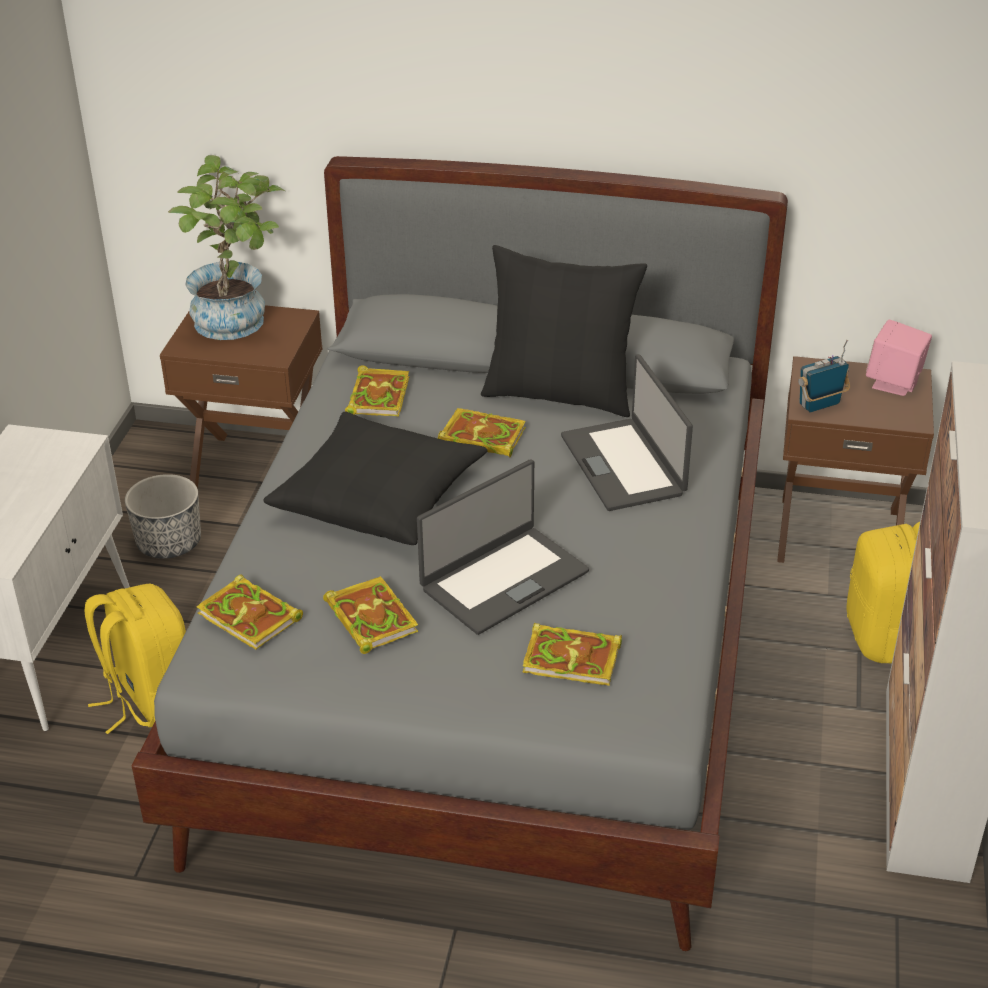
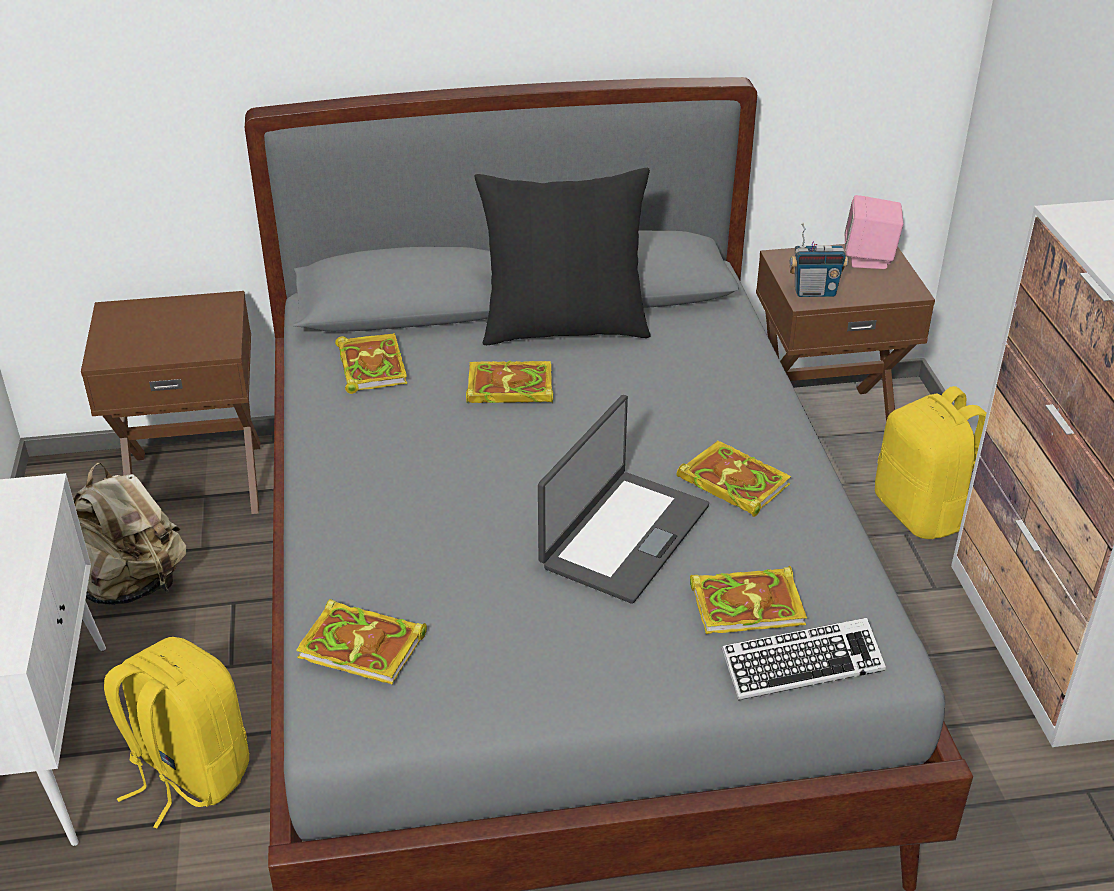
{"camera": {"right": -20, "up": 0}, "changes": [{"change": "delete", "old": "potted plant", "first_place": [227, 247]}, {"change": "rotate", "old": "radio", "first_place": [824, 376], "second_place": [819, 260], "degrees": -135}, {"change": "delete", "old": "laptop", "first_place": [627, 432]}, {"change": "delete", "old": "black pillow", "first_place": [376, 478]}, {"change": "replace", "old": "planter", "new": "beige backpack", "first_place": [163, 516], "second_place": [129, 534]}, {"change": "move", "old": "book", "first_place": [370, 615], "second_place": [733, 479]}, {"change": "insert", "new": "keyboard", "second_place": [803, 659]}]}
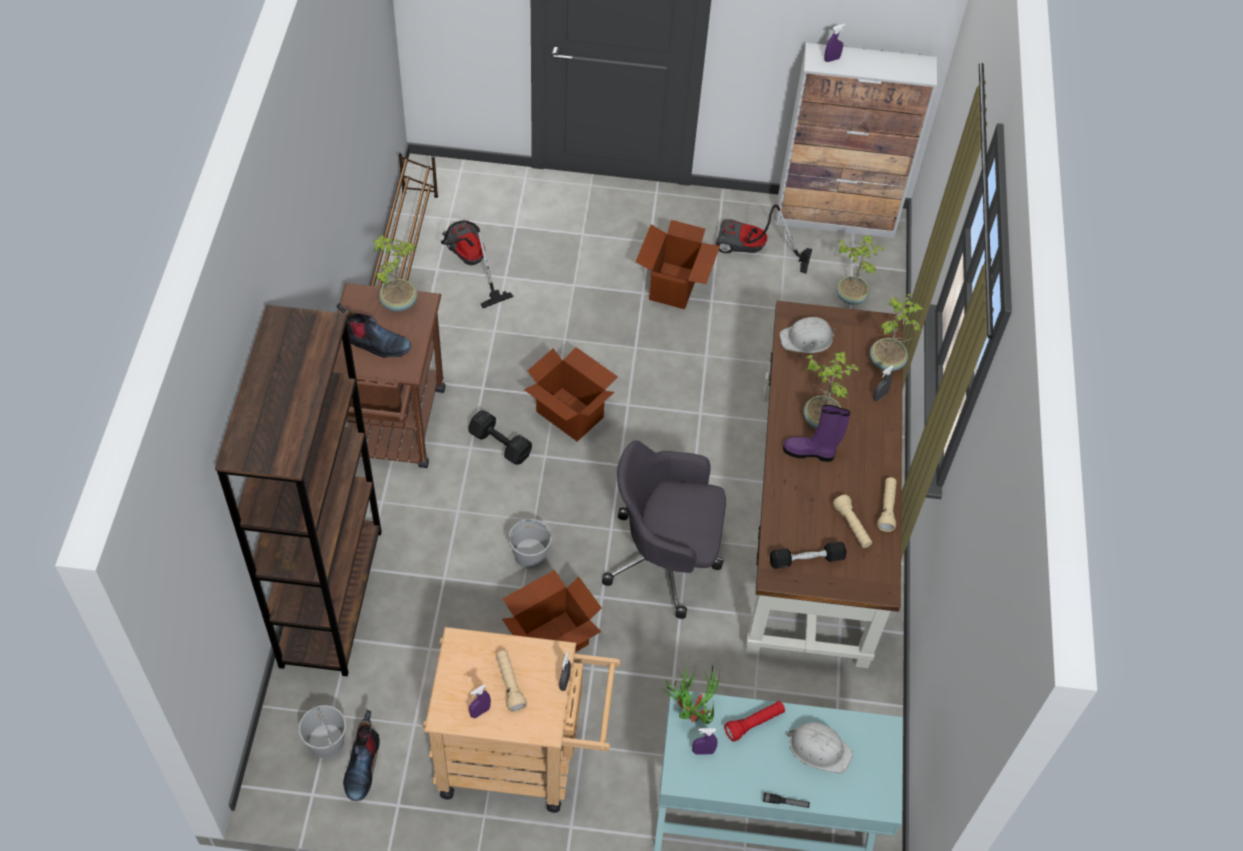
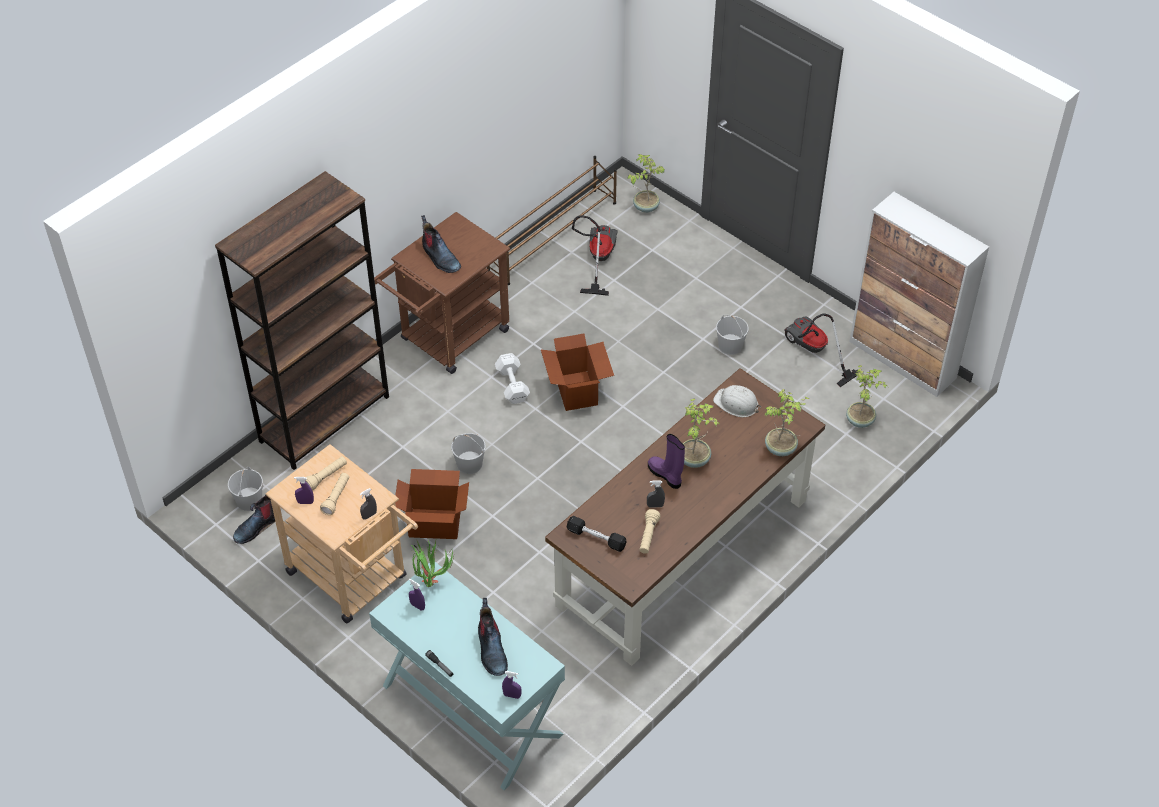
{"camera": {"right": 40, "up": -5}, "changes": [{"change": "move", "old": "purple spray bottle", "first_place": [835, 43], "second_place": [512, 685]}, {"change": "replace", "old": "cardboard box", "new": "white bucket", "first_place": [678, 264], "second_place": [732, 335]}, {"change": "move", "old": "potted plant", "first_place": [394, 273], "second_place": [646, 183]}, {"change": "move", "old": "grey spray bottle", "first_place": [883, 383], "second_place": [656, 494]}, {"change": "recolor", "old": "black dumbbell", "new": "white dumbbell", "first_place": [500, 437], "second_place": [512, 378]}, {"change": "delete", "old": "grey office chair", "first_place": [664, 529]}, {"change": "move", "old": "beige flashlight", "first_place": [887, 504], "second_place": [326, 473]}, {"change": "delete", "old": "red flashlight", "first_place": [754, 721]}, {"change": "replace", "old": "white hard hat", "new": "boot", "first_place": [820, 747], "second_place": [493, 637]}]}
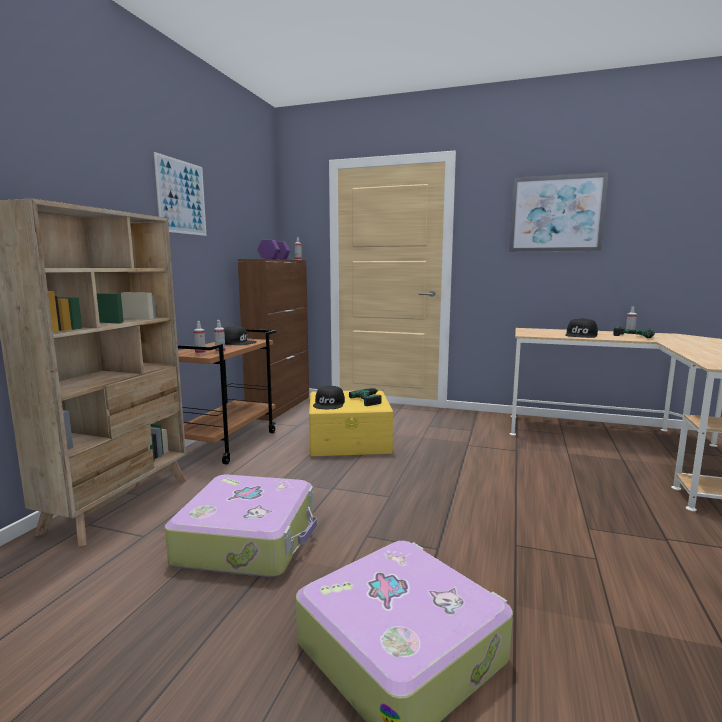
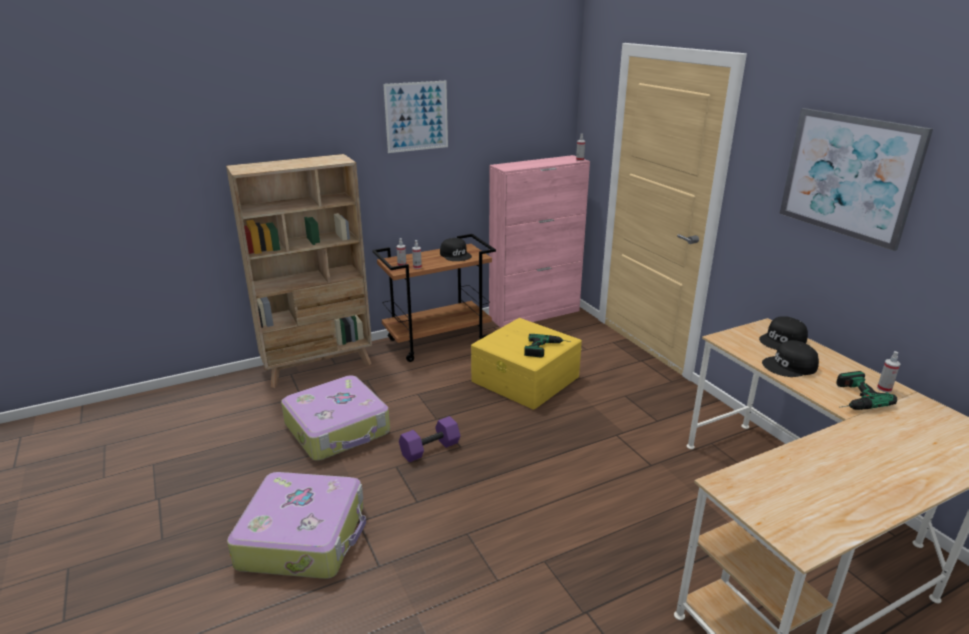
{"camera": {"right": 45, "up": 15}, "changes": [{"change": "move", "old": "purple dumbbell", "first_place": [273, 250], "second_place": [430, 439]}, {"change": "recolor", "old": "brown cabinet", "new": "pink cabinet", "first_place": [273, 340], "second_place": [539, 241]}, {"change": "move", "old": "black cap", "first_place": [329, 397], "second_place": [783, 333]}]}
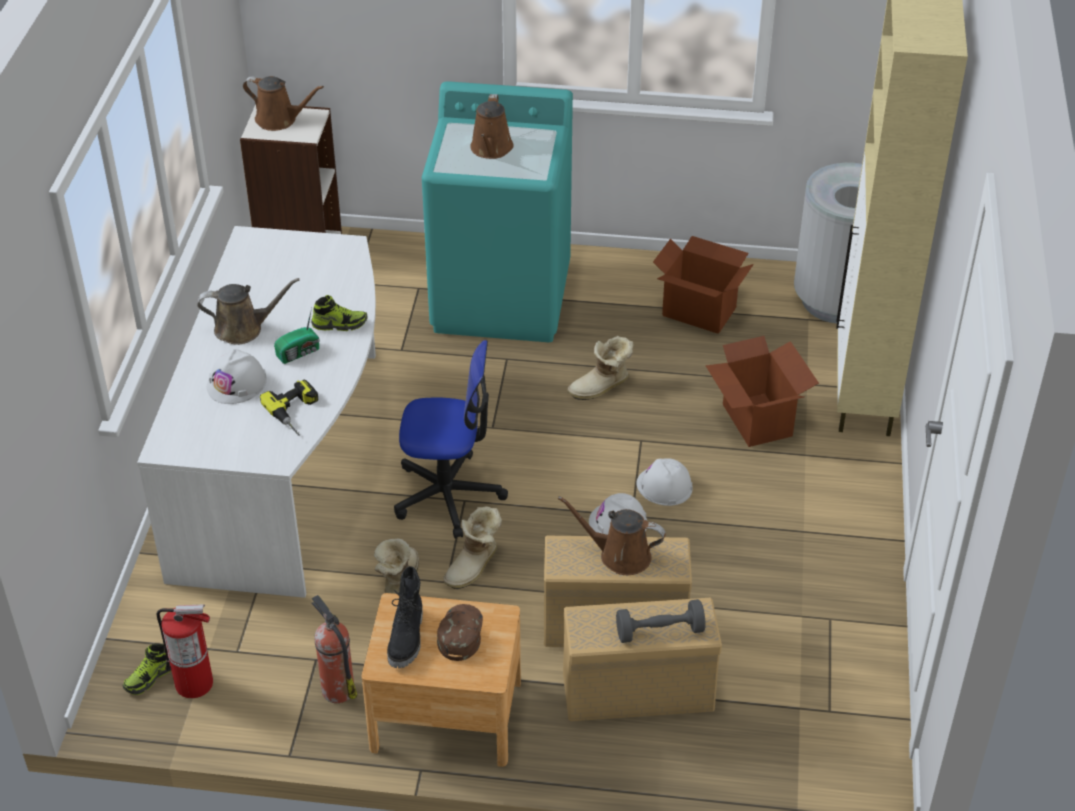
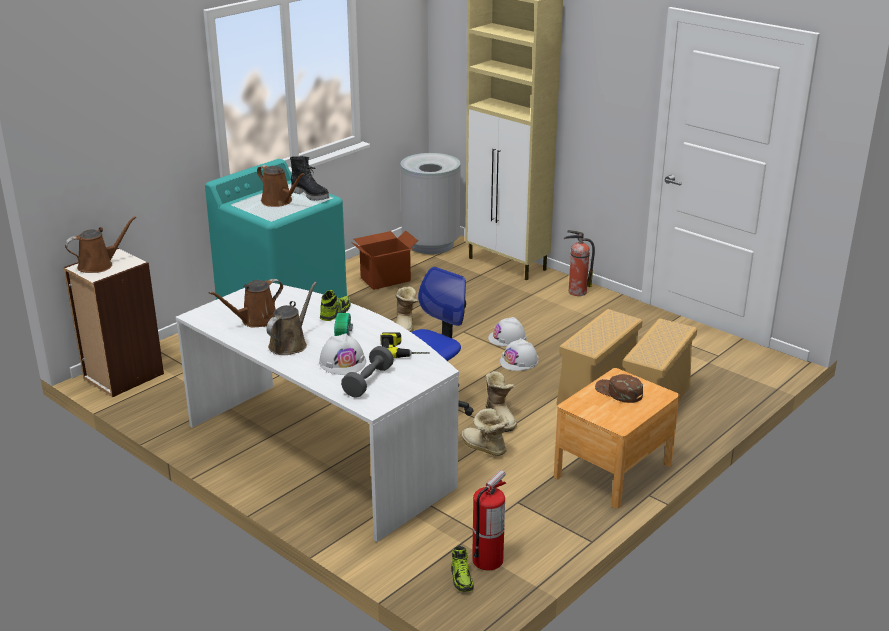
{"camera": {"right": -55, "up": -15}, "changes": [{"change": "delete", "old": "cardboard box", "first_place": [762, 391]}, {"change": "move", "old": "brown watering can", "first_place": [612, 535], "second_place": [245, 303]}, {"change": "move", "old": "black boot", "first_place": [405, 617], "second_place": [309, 178]}, {"change": "move", "old": "fire extinguisher", "first_place": [334, 649], "second_place": [579, 263]}, {"change": "move", "old": "grey dumbbell", "first_place": [661, 621], "second_place": [367, 372]}]}
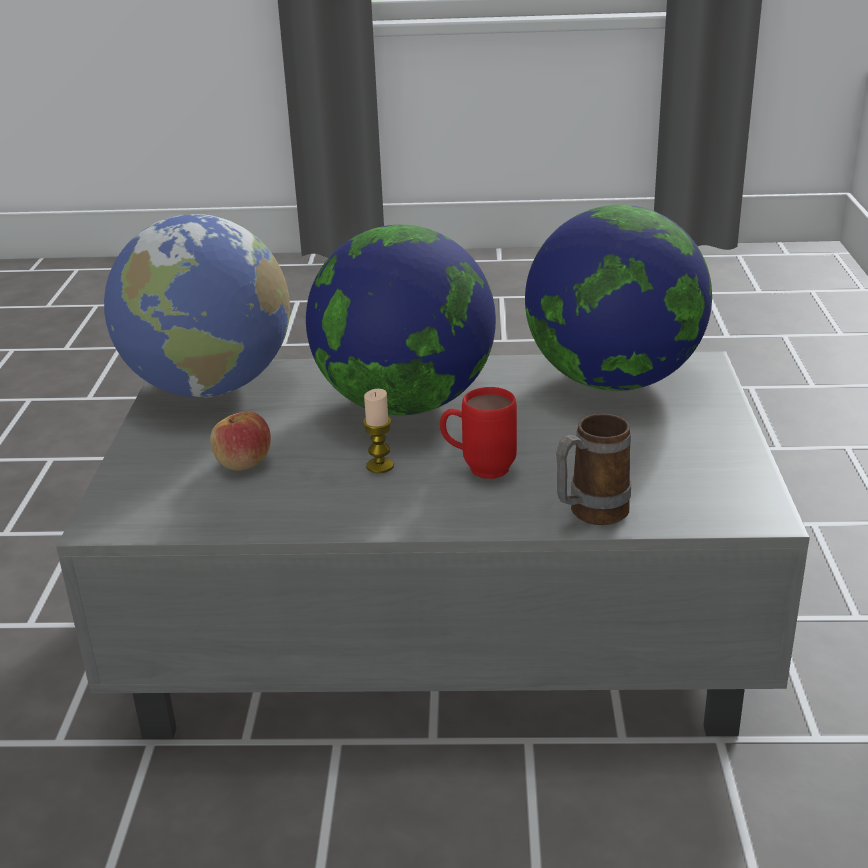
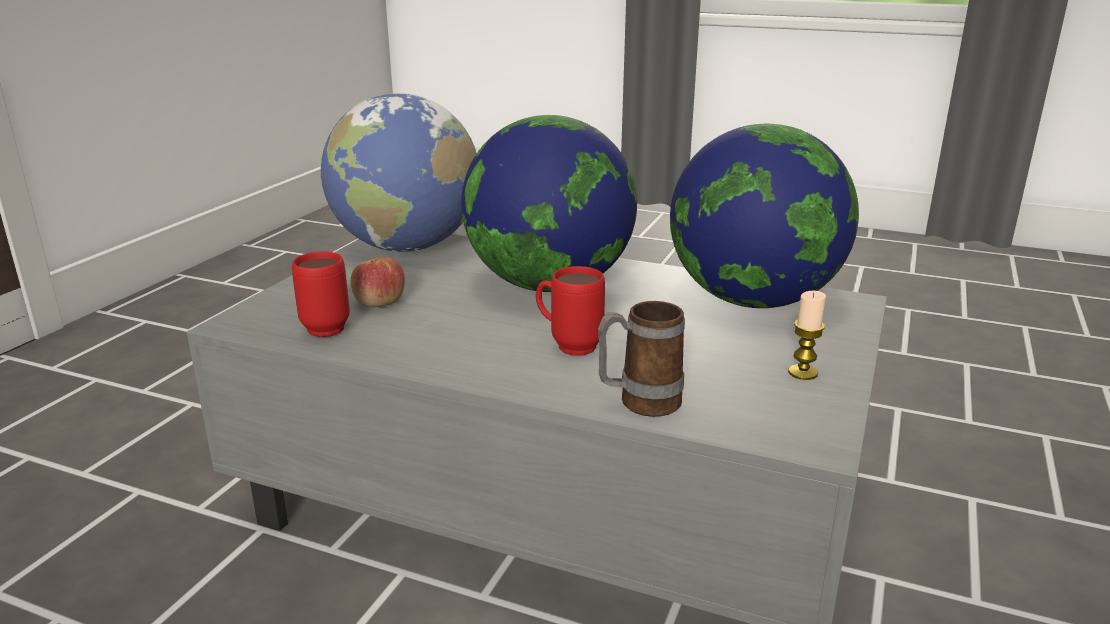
{"camera": {"right": 20, "up": -5}, "changes": [{"change": "move", "old": "candle", "first_place": [378, 431], "second_place": [807, 335]}, {"change": "insert", "new": "red mug", "second_place": [321, 294]}]}
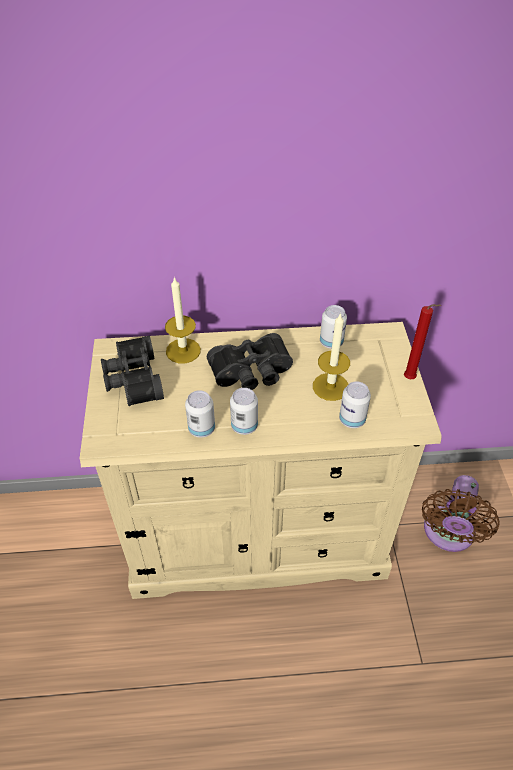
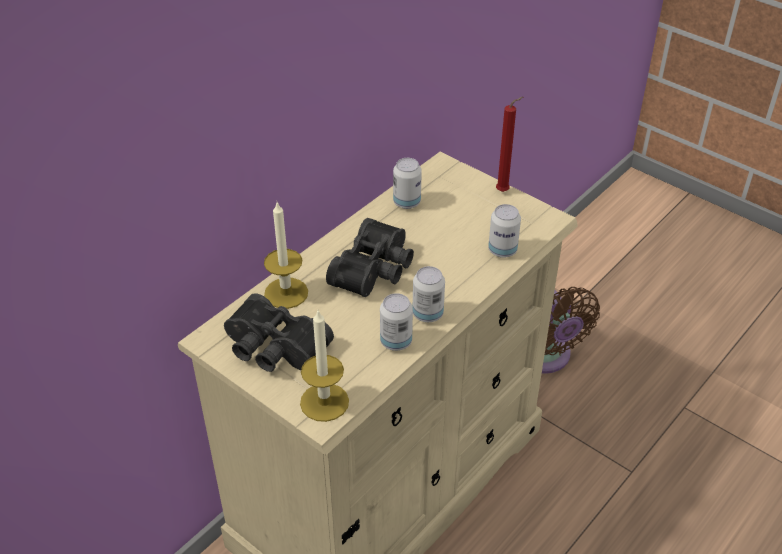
{"camera": {"right": -45, "up": -5}, "changes": [{"change": "move", "old": "candle", "first_place": [331, 357], "second_place": [324, 366]}]}
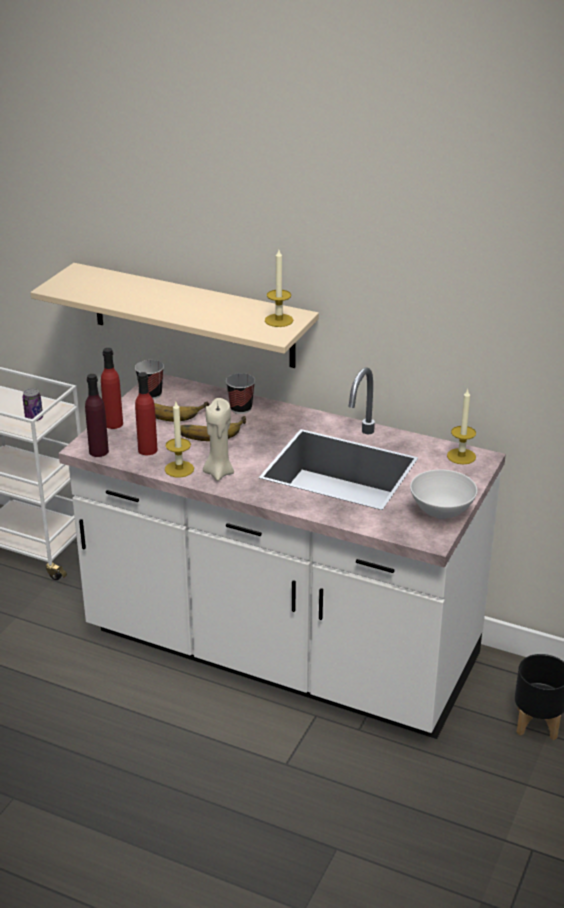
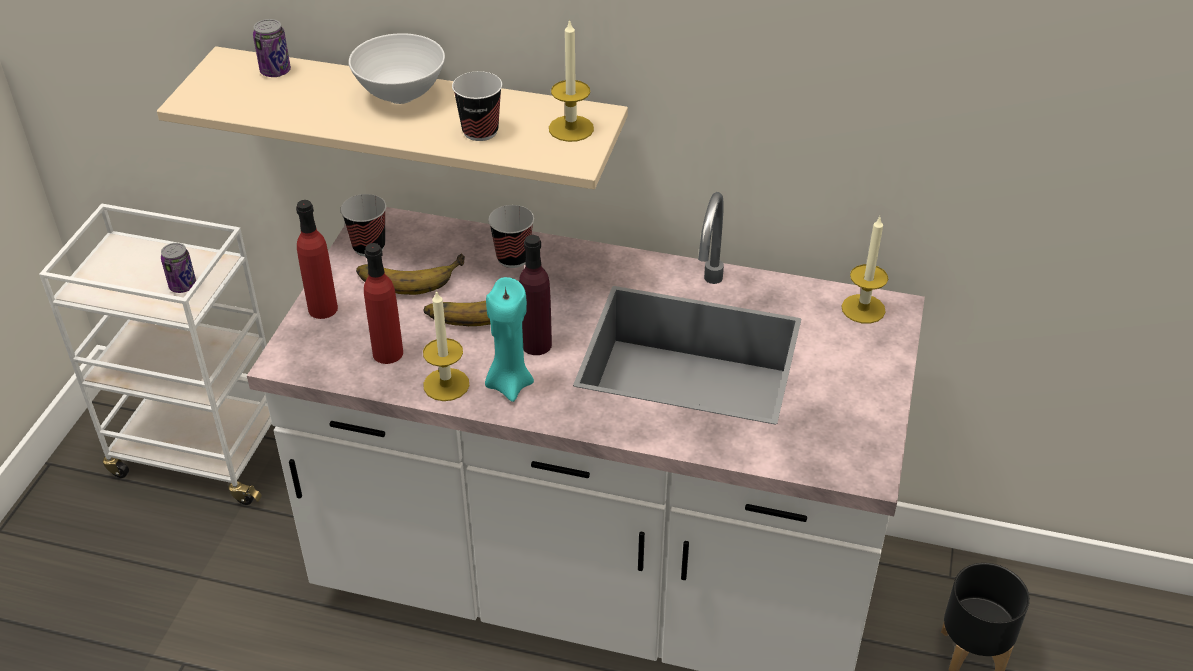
{"camera": {"right": -10, "up": 10}, "changes": [{"change": "move", "old": "purple bottle", "first_place": [97, 415], "second_place": [535, 295]}, {"change": "recolor", "old": "beige candle", "new": "turquoise candle", "first_place": [218, 439], "second_place": [509, 339]}, {"change": "move", "old": "white bowl", "first_place": [444, 494], "second_place": [397, 68]}, {"change": "insert", "new": "can", "second_place": [272, 48]}, {"change": "insert", "new": "cup", "second_place": [477, 106]}]}
